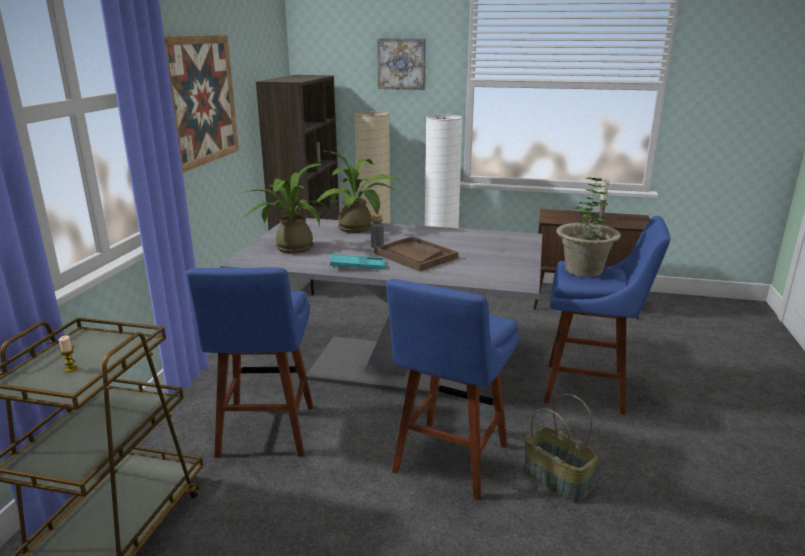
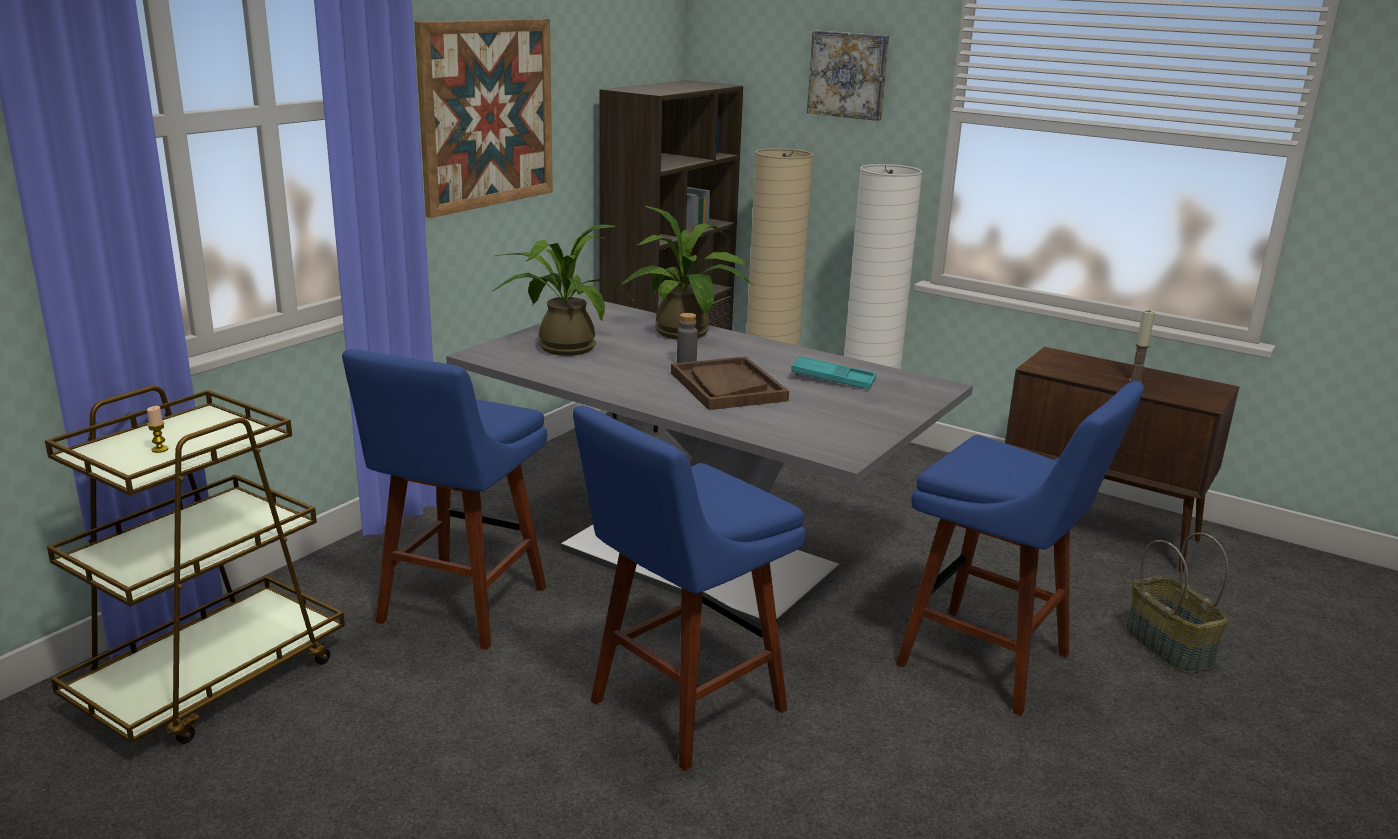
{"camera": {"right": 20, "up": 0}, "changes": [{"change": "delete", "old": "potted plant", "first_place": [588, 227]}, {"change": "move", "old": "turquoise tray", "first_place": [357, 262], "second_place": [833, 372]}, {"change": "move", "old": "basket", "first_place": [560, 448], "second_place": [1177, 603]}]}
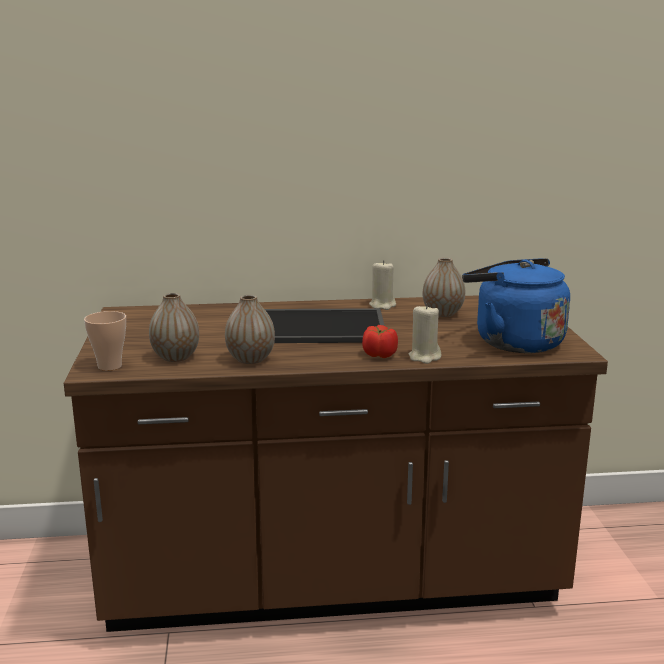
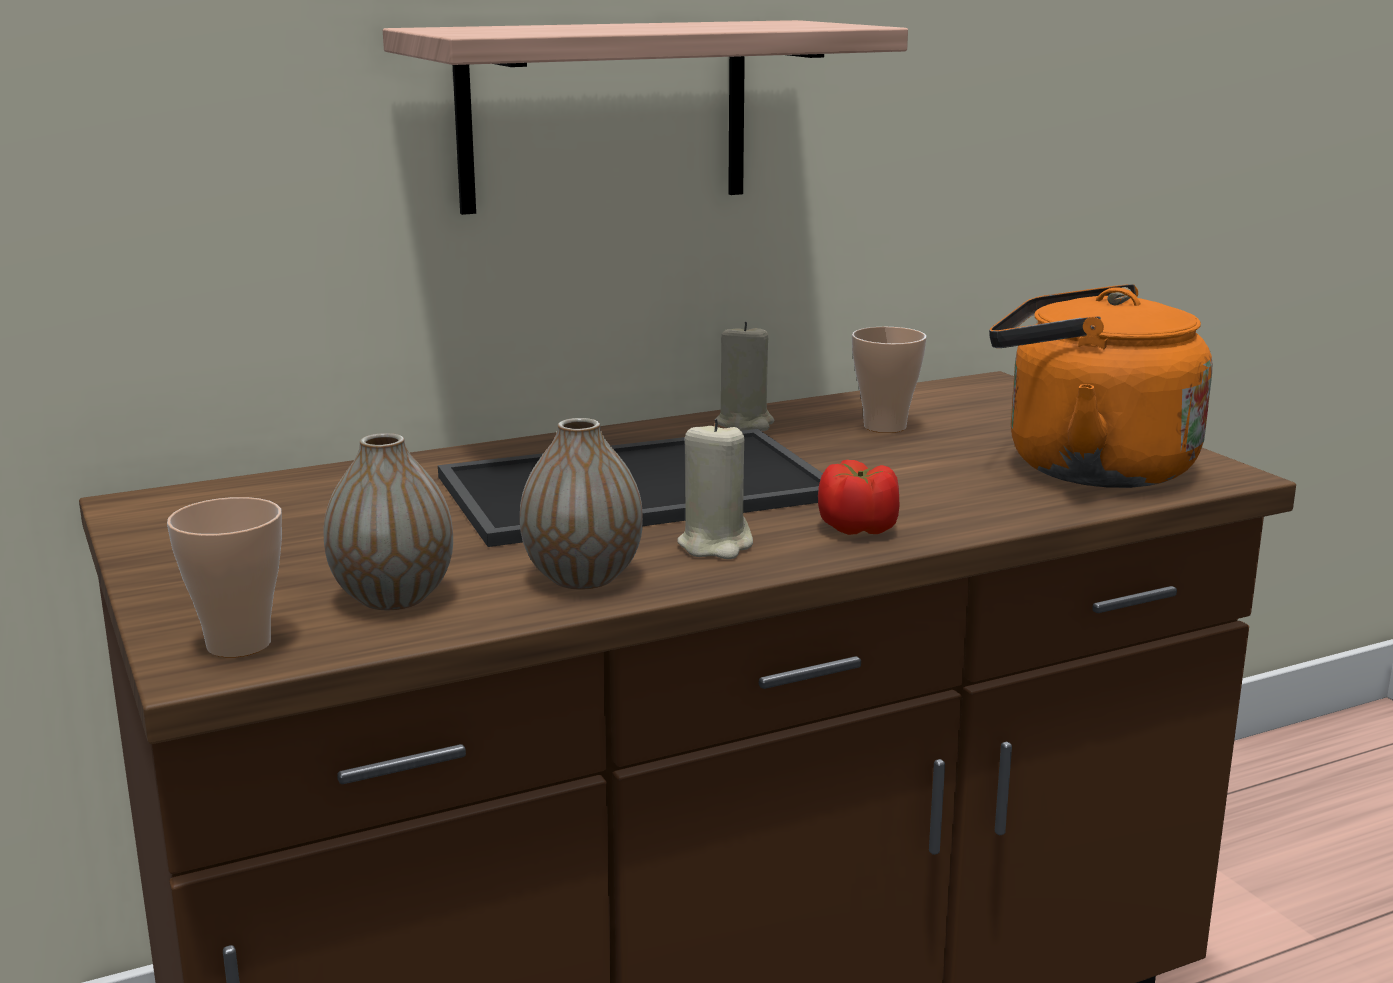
{"camera": {"right": -20, "up": 0}, "changes": [{"change": "replace", "old": "vase", "new": "cup", "first_place": [444, 287], "second_place": [889, 380]}, {"change": "recolor", "old": "blue kettle", "new": "orange kettle", "first_place": [516, 305], "second_place": [1100, 386]}, {"change": "move", "old": "beige candle", "first_place": [425, 334], "second_place": [715, 489]}, {"change": "insert", "new": "shelf", "second_place": [645, 117]}]}
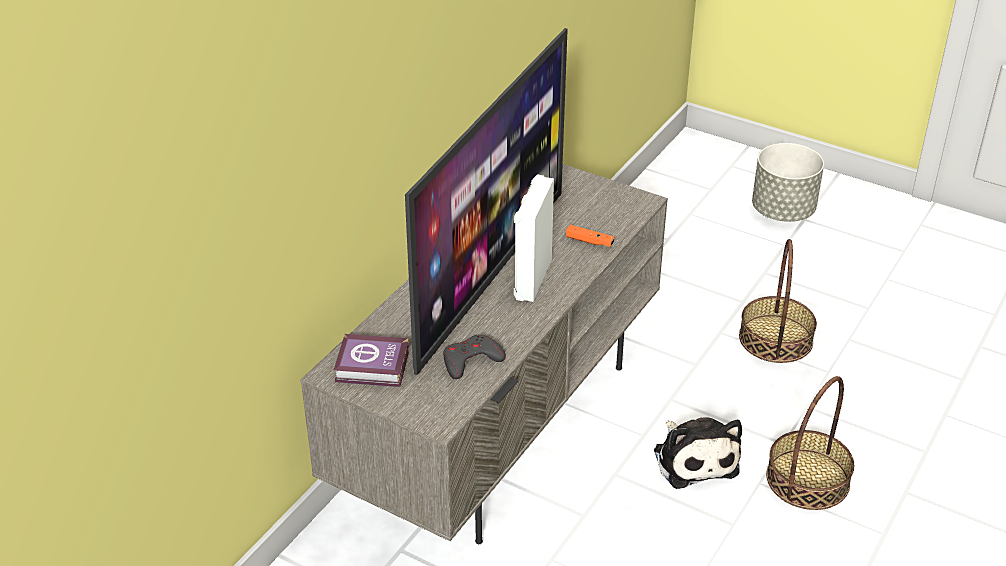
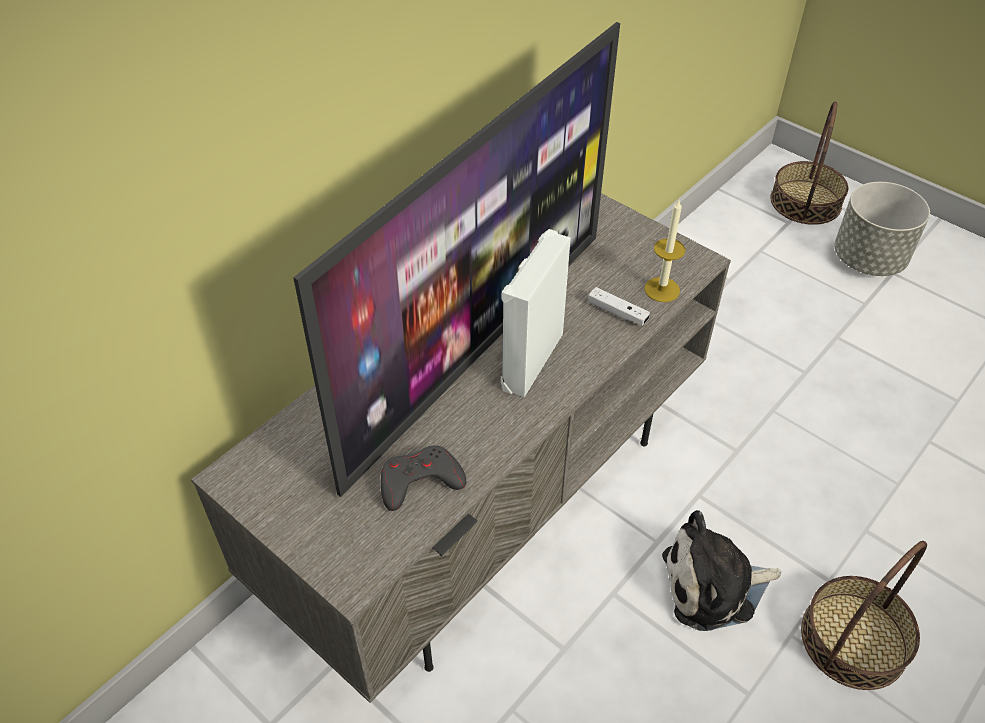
{"camera": {"right": 10, "up": 10}, "changes": [{"change": "recolor", "old": "orange game controller", "new": "white game controller", "first_place": [590, 236], "second_place": [619, 306]}, {"change": "move", "old": "basket", "first_place": [778, 301], "second_place": [809, 163]}, {"change": "delete", "old": "book", "first_place": [371, 360]}, {"change": "rotate", "old": "plush toy", "first_place": [698, 453], "second_place": [721, 570], "degrees": 90}, {"change": "insert", "new": "candle", "second_place": [665, 251]}]}
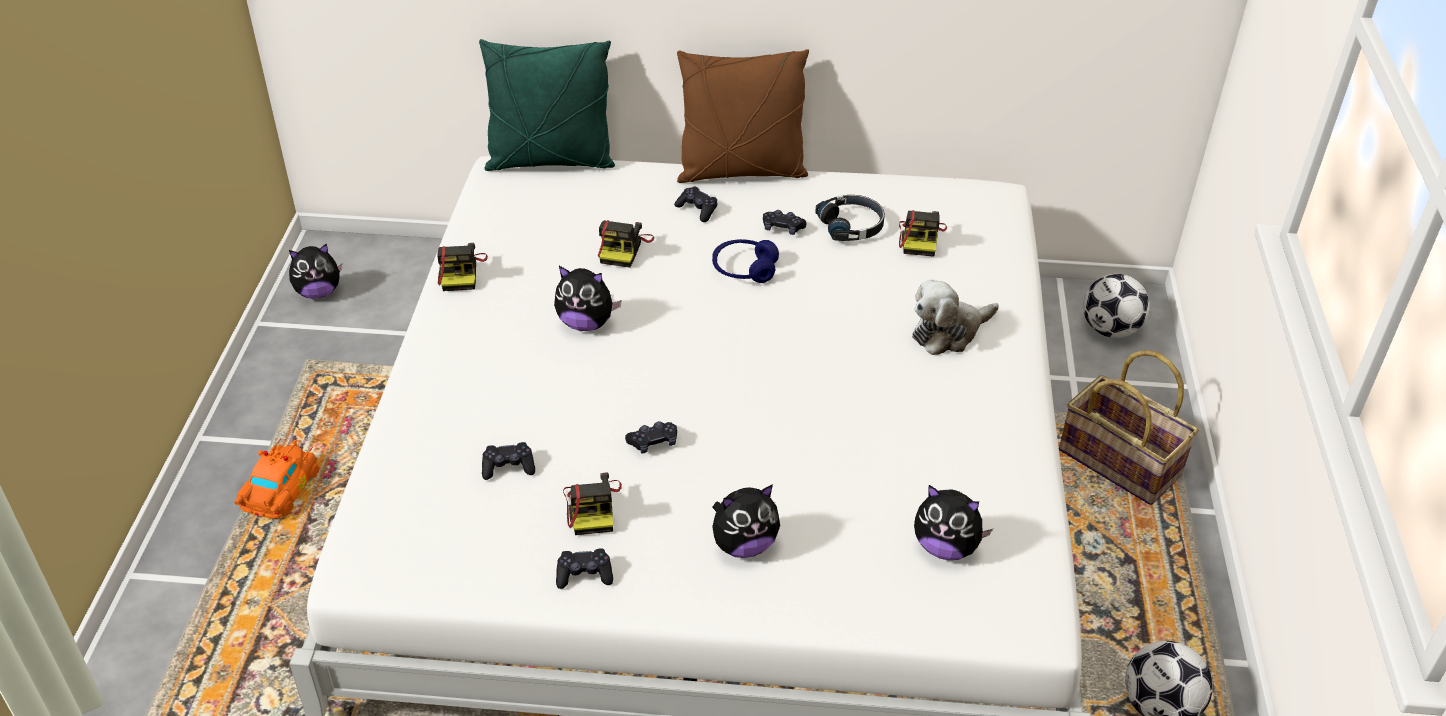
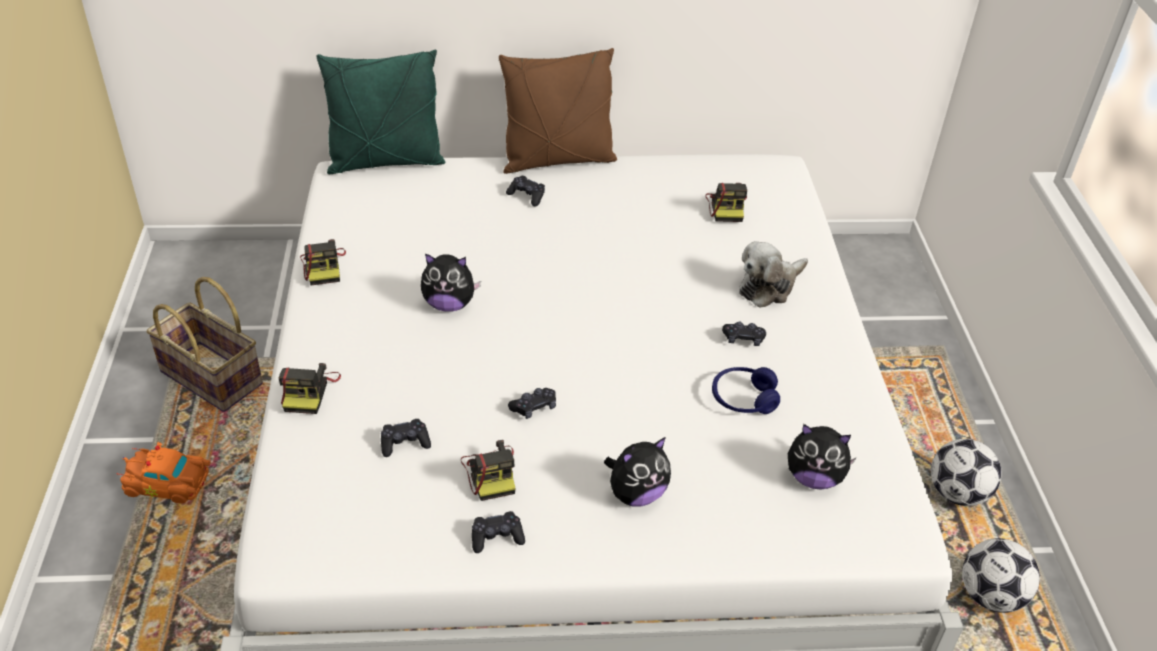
{"camera": {"right": -10, "up": 0}, "changes": [{"change": "delete", "old": "black headphones", "first_place": [850, 218]}, {"change": "move", "old": "black game controller", "first_place": [784, 222], "second_place": [744, 334]}, {"change": "move", "old": "photo camera", "first_place": [626, 244], "second_place": [310, 388]}, {"change": "move", "old": "blue headphones", "first_place": [745, 261], "second_place": [746, 390]}, {"change": "delete", "old": "plush toy", "first_place": [315, 271]}, {"change": "move", "old": "football", "first_place": [1116, 306], "second_place": [966, 472]}, {"change": "move", "old": "basket", "first_place": [1129, 427], "second_place": [205, 344]}, {"change": "rotate", "old": "orange toy car", "first_place": [277, 478], "second_place": [164, 473], "degrees": -90}]}
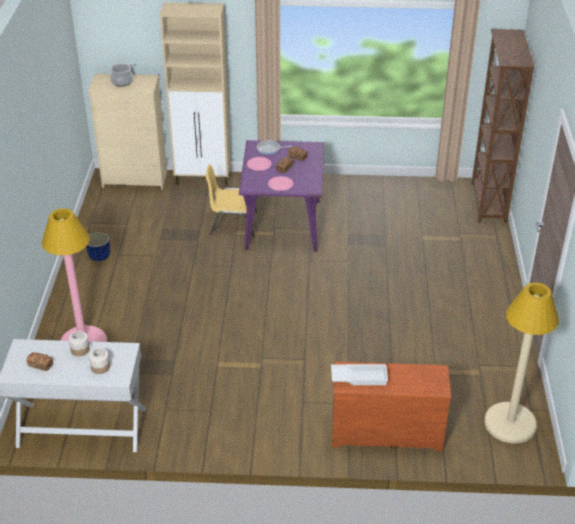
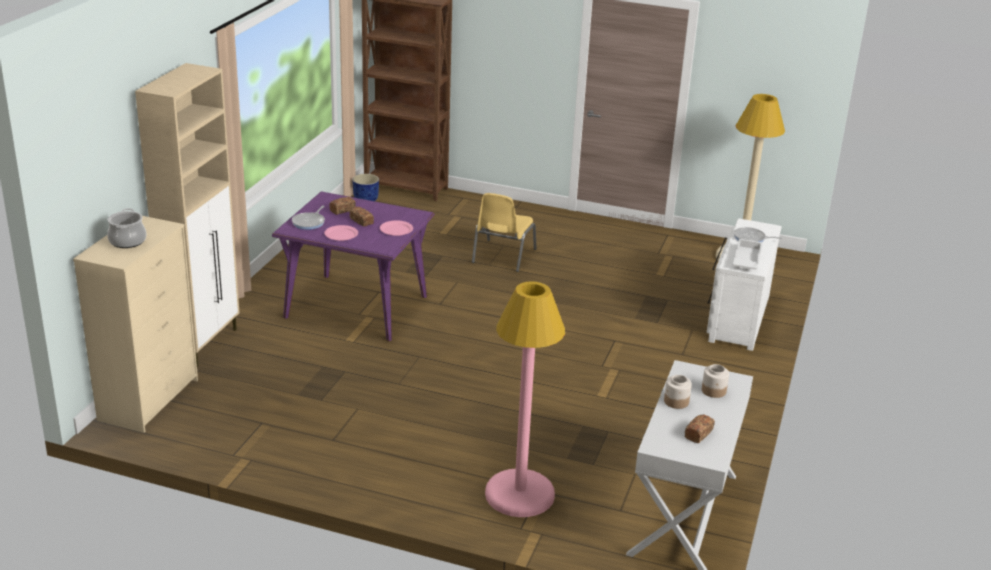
{"camera": {"right": -75, "up": -10}, "changes": [{"change": "move", "old": "yellow chair", "first_place": [231, 201], "second_place": [504, 232]}, {"change": "move", "old": "blue planter", "first_place": [98, 246], "second_place": [365, 187]}, {"change": "recolor", "old": "brown dresser", "new": "white dresser", "first_place": [392, 406], "second_place": [744, 284]}, {"change": "insert", "new": "frying pan", "second_place": [758, 234]}]}
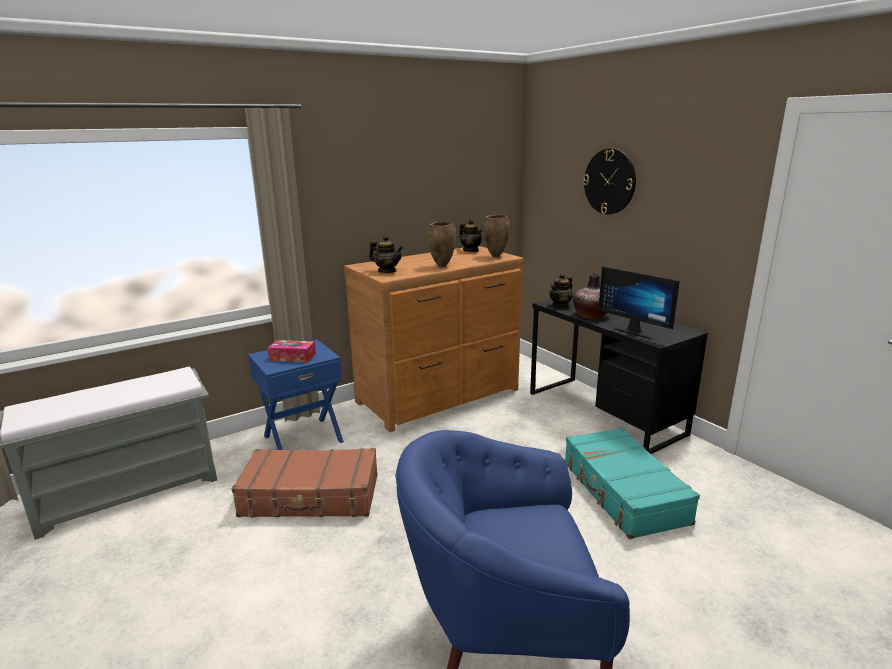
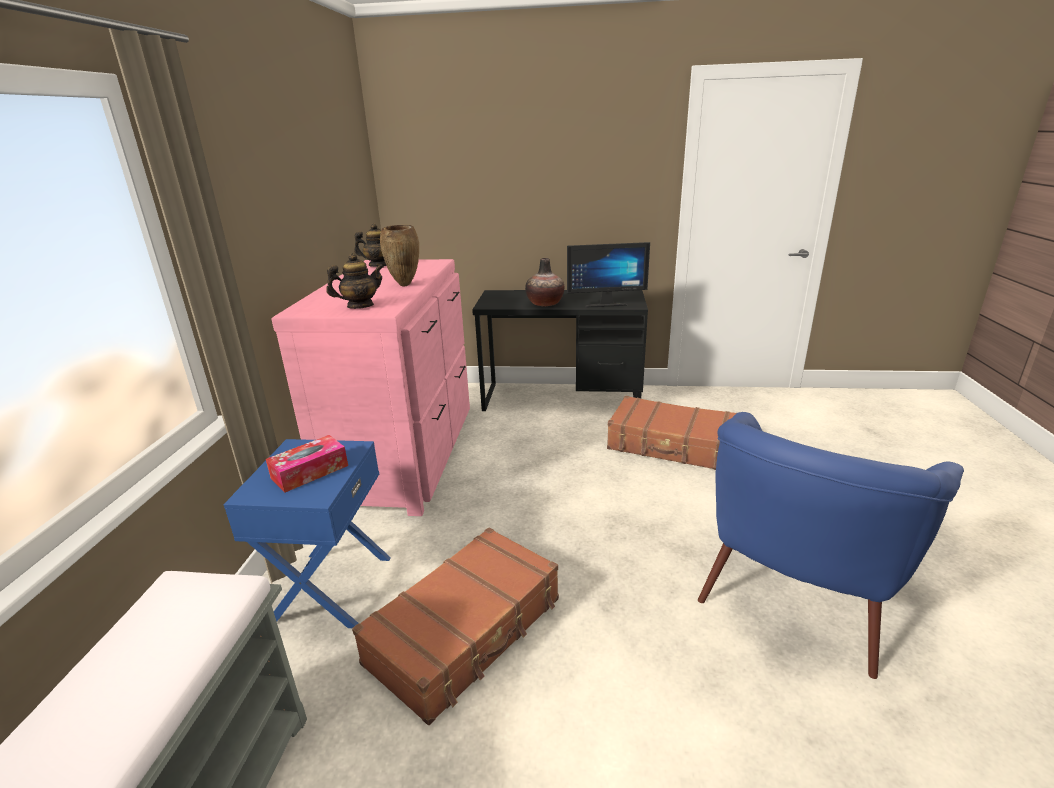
{"camera": {"right": -50, "up": 5}, "changes": [{"change": "delete", "old": "wall clock", "first_place": [609, 181]}, {"change": "delete", "old": "brown vase", "first_place": [496, 236]}, {"change": "recolor", "old": "brown dresser", "new": "pink dresser", "first_place": [433, 339], "second_place": [370, 387]}, {"change": "delete", "old": "teapot", "first_place": [561, 291]}, {"change": "recolor", "old": "turquoise suitcase", "new": "brown suitcase", "first_place": [632, 483], "second_place": [672, 433]}]}
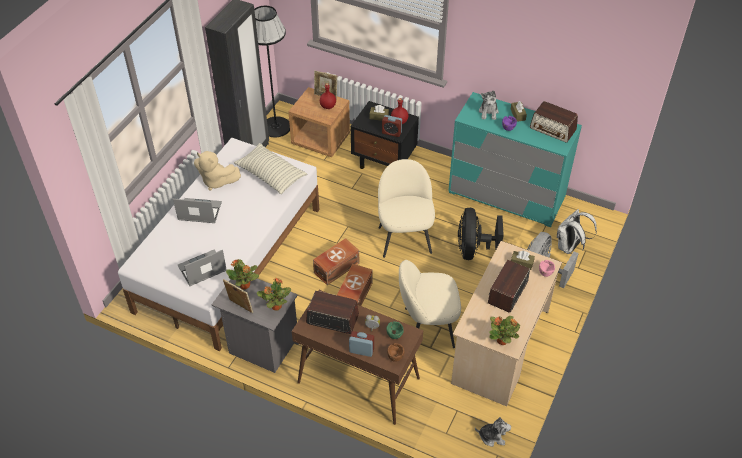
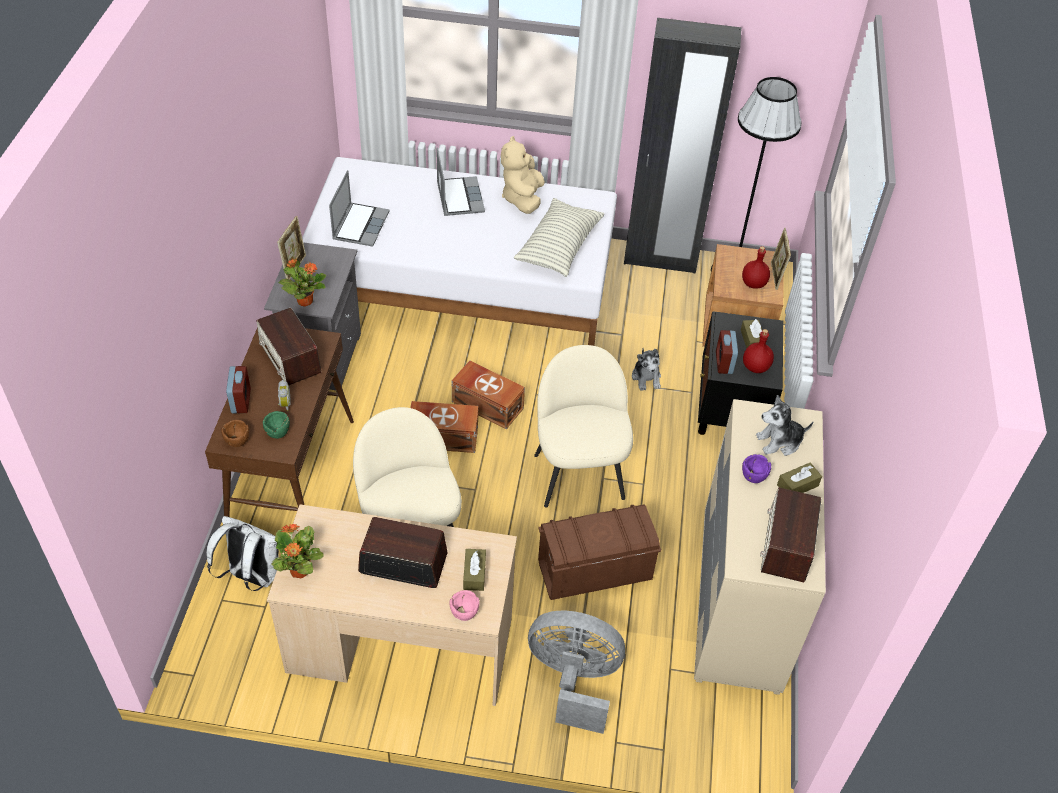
{"camera": {"right": 70, "up": 0}, "changes": [{"change": "recolor", "old": "turquoise dresser", "new": "beige dresser", "first_place": [515, 159], "second_place": [760, 547]}, {"change": "rotate", "old": "beige chair", "first_place": [406, 208], "second_place": [583, 426], "degrees": -75}, {"change": "replace", "old": "black fan", "new": "brown storage box", "first_place": [481, 234], "second_place": [600, 552]}, {"change": "move", "old": "white backpack", "first_place": [577, 231], "second_place": [242, 553]}, {"change": "rotate", "old": "laptop", "first_place": [202, 267], "second_place": [359, 208], "degrees": 60}, {"change": "delete", "old": "potted plant", "first_place": [242, 274]}, {"change": "rotate", "old": "radio", "first_place": [332, 312], "second_place": [288, 346], "degrees": 150}, {"change": "move", "old": "plush toy", "first_place": [493, 432], "second_place": [646, 369]}]}
